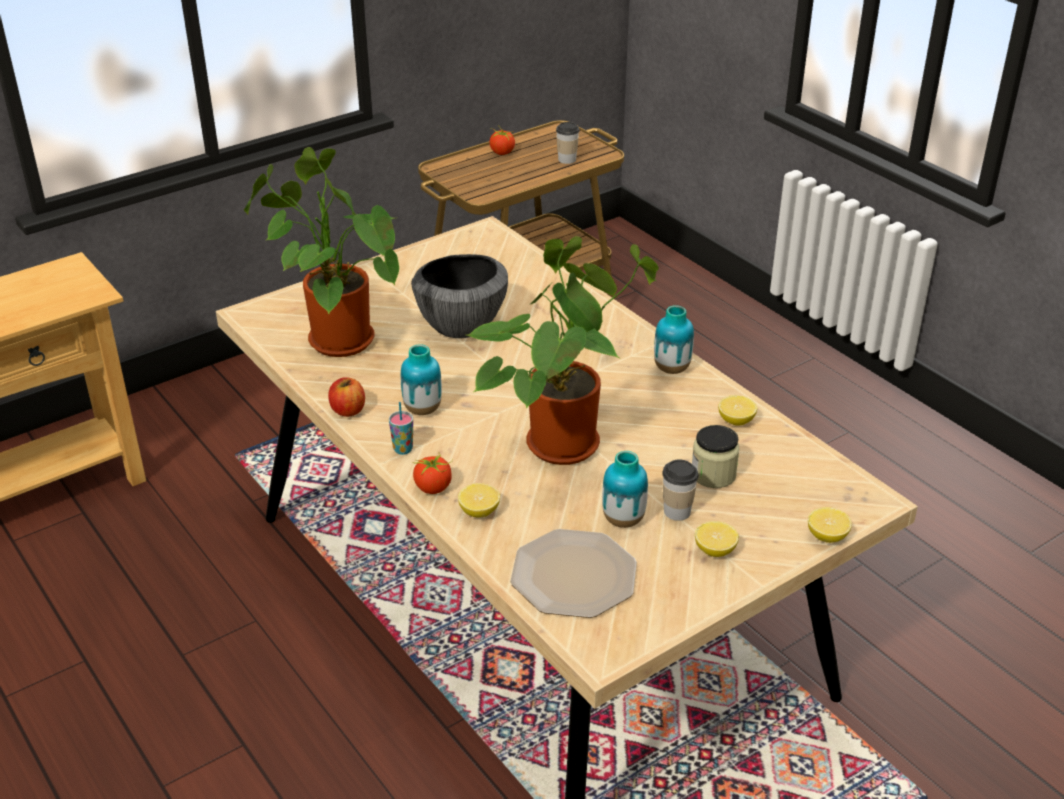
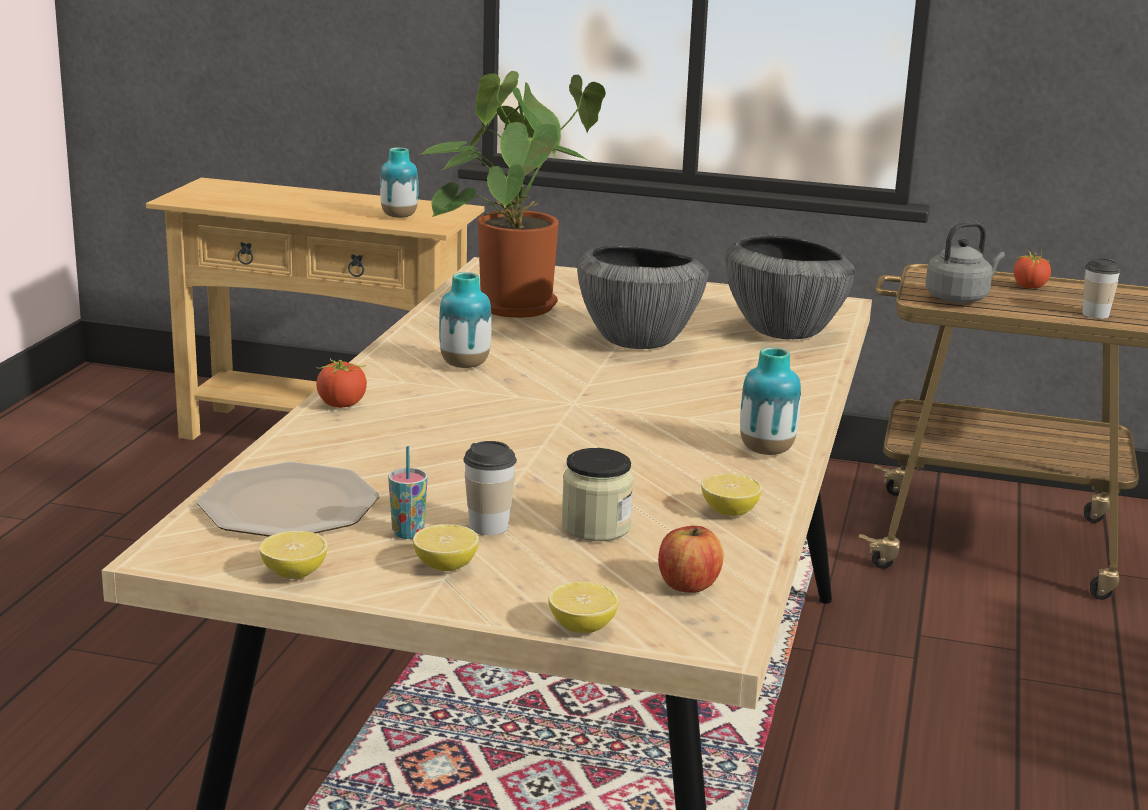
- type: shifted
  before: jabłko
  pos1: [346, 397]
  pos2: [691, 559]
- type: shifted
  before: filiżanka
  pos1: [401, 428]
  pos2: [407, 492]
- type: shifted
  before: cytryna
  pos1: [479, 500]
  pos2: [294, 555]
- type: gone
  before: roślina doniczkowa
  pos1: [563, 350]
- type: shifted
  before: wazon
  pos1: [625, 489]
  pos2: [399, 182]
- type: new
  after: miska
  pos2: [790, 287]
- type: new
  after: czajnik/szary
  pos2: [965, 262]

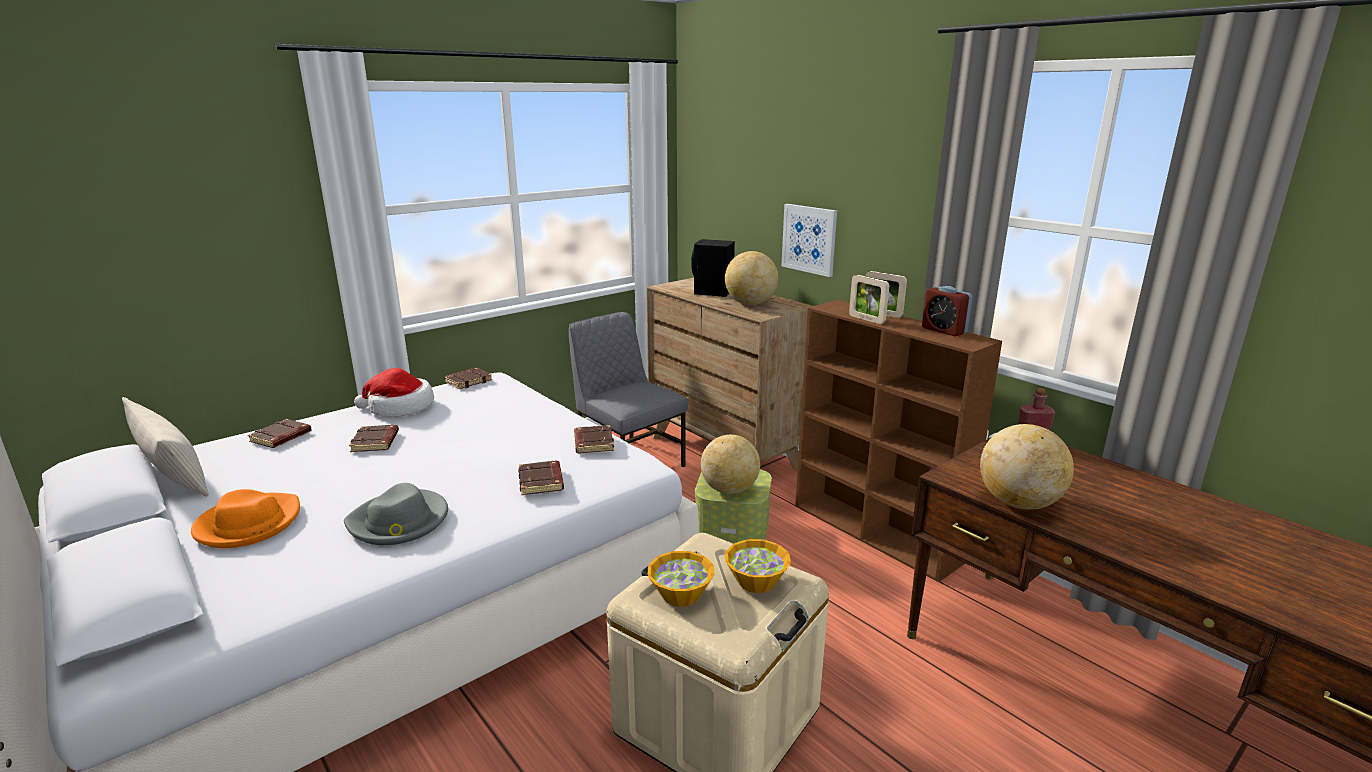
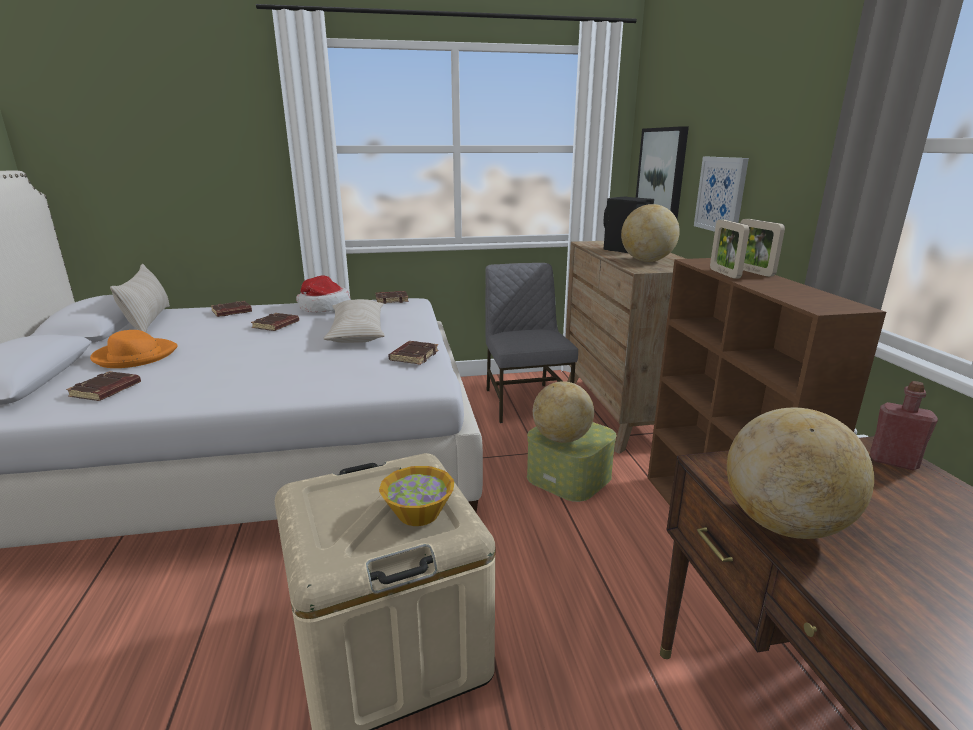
- type: gone
  before: kapelusz/szary
  pos1: [396, 514]
- type: shifted
  before: książka/brązowy
  pos1: [541, 478]
  pos2: [103, 386]
- type: gone
  before: miska
  pos1: [681, 579]
- type: gone
  before: budzik
  pos1: [947, 311]
- type: new
  after: poduszka/beżowy
  pos2: [354, 321]
- type: new
  after: obraz
  pos2: [662, 172]

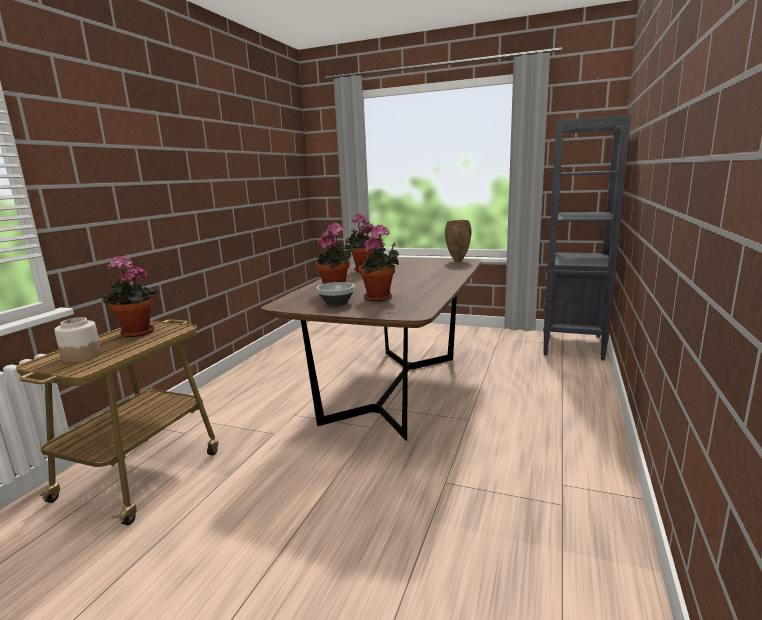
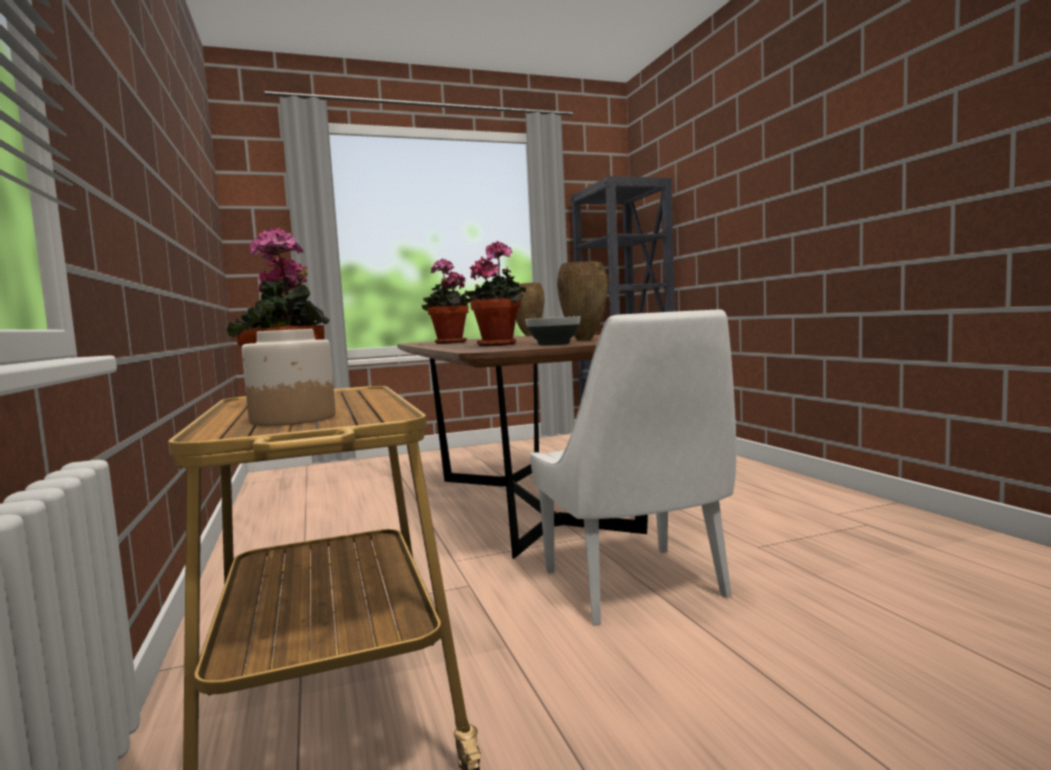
- type: swapped
  before: roślina doniczkowa
  after: wazon/brązowy
  pos1: [379, 263]
  pos2: [582, 301]
- type: new
  after: krzesło/biały
  pos2: [633, 467]

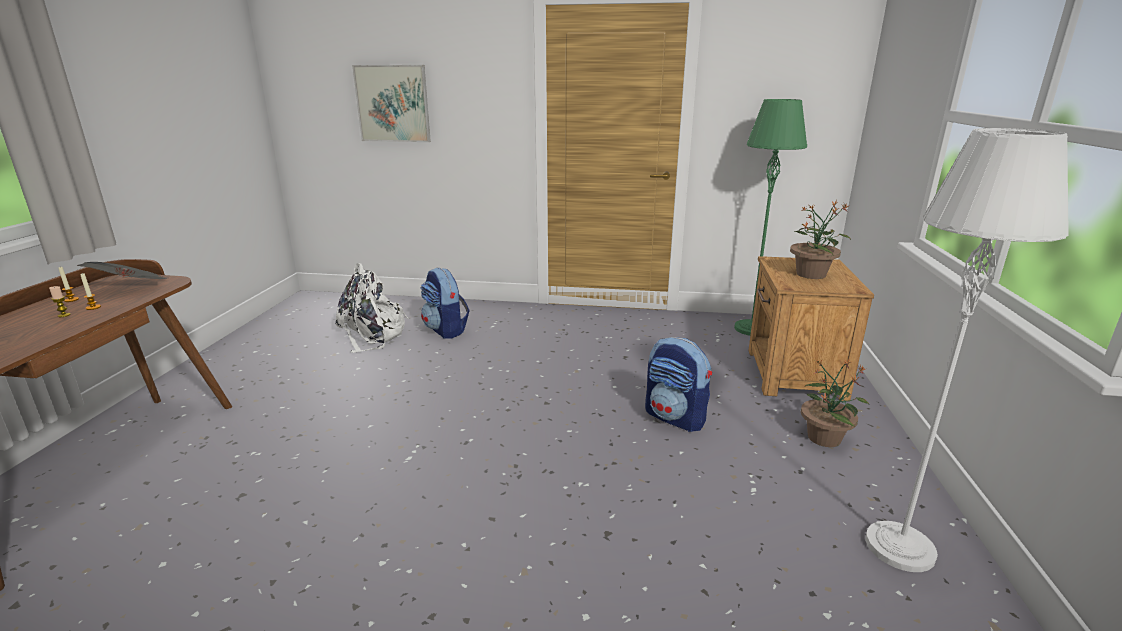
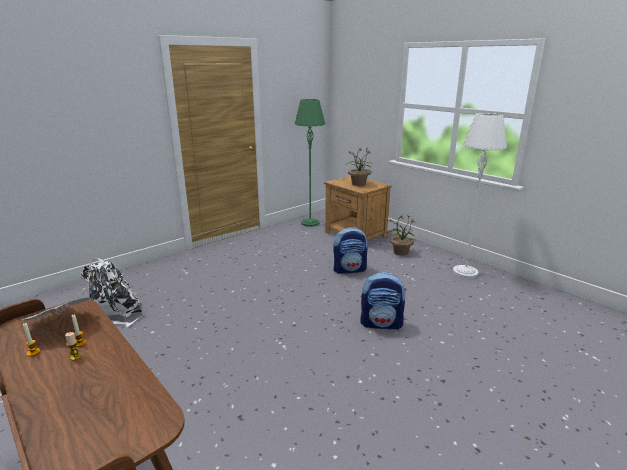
- type: gone
  before: obraz
  pos1: [391, 103]
- type: shifted
  before: plecak
  pos1: [445, 303]
  pos2: [383, 301]

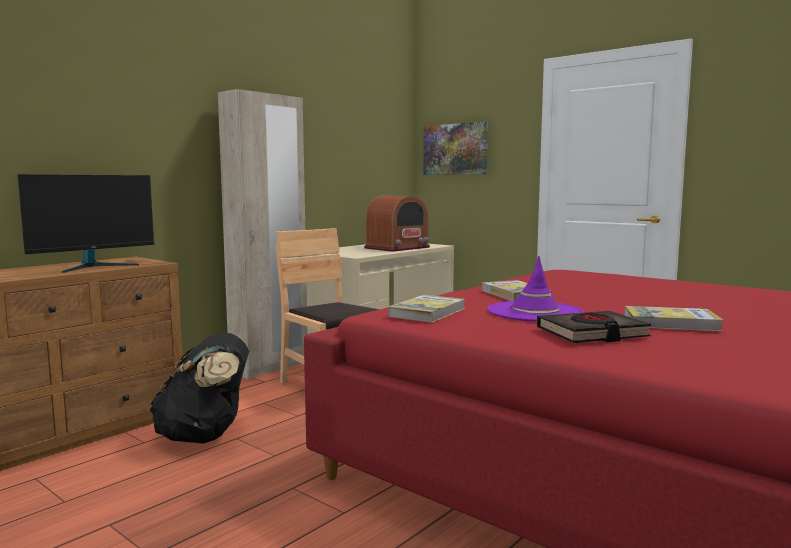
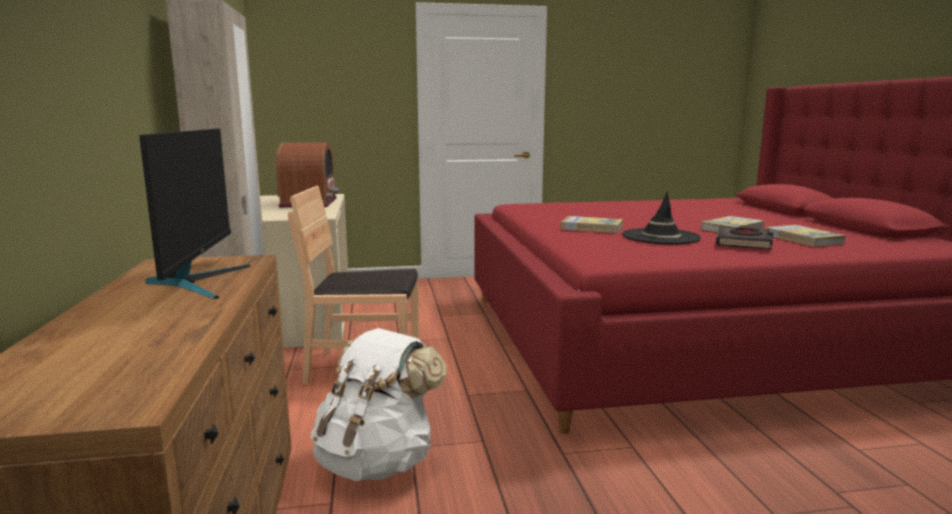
- type: repainted
  before: plecak/czarny
  after: plecak/biały
  pos1: [199, 388]
  pos2: [378, 404]
- type: shifted
  before: książka
  pos1: [426, 309]
  pos2: [805, 236]
- type: gone
  before: obraz
  pos1: [456, 148]
- type: repainted
  before: kapelusz/fioletowy
  after: kapelusz/czarny
  pos1: [535, 289]
  pos2: [661, 218]

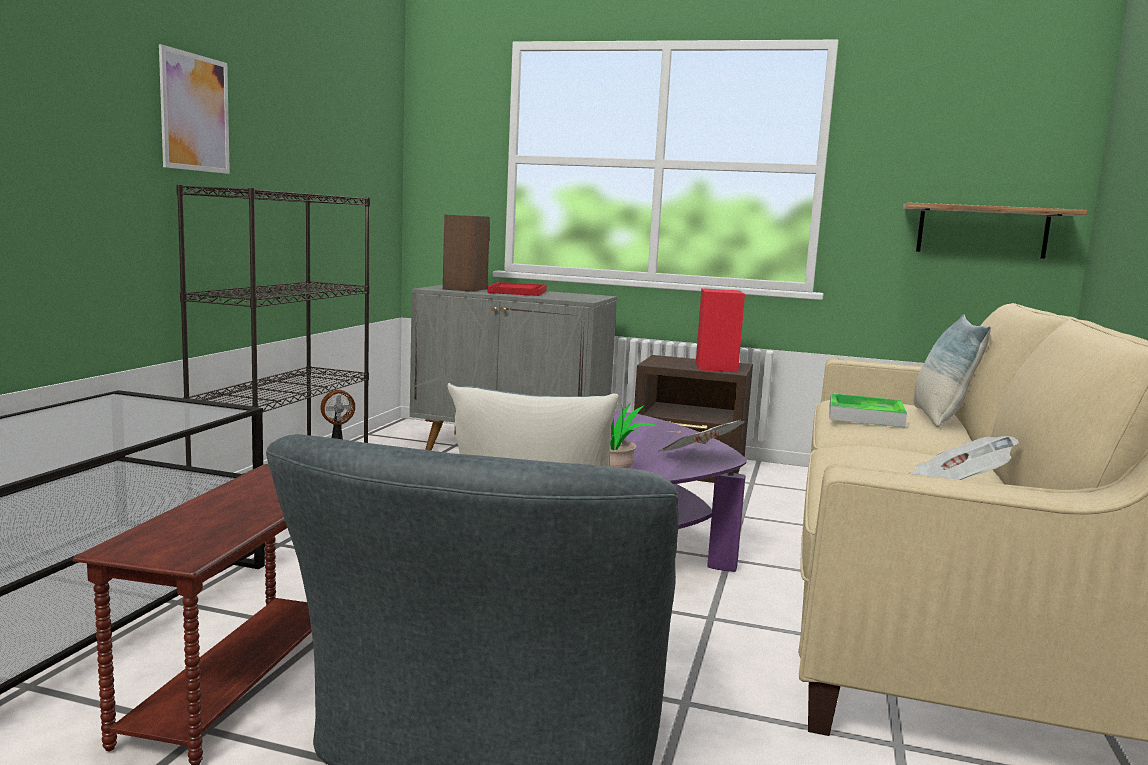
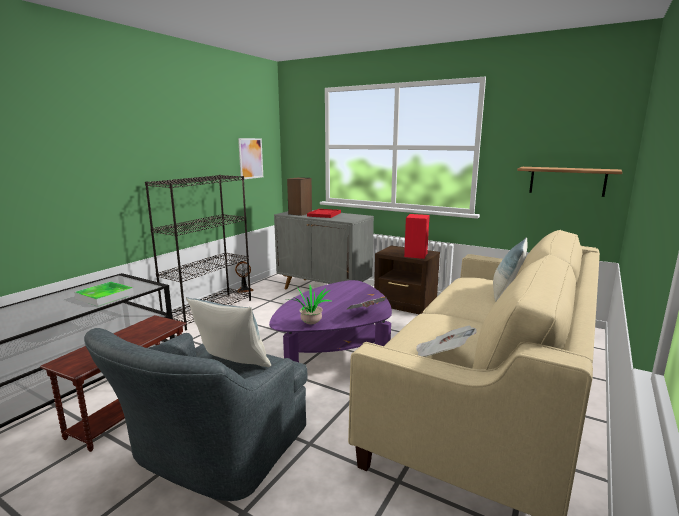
- type: shifted
  before: obraz
  pos1: [194, 109]
  pos2: [250, 158]
- type: shifted
  before: taca
  pos1: [868, 410]
  pos2: [104, 294]

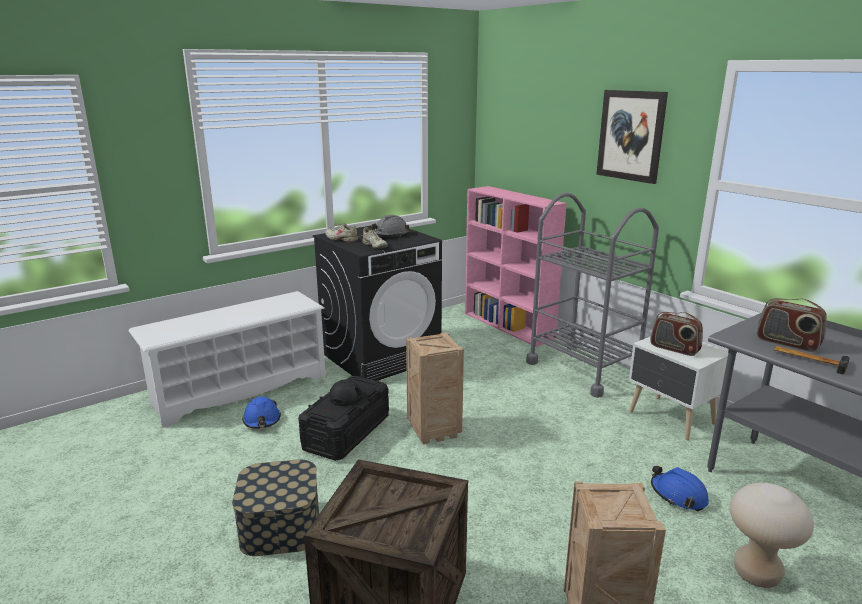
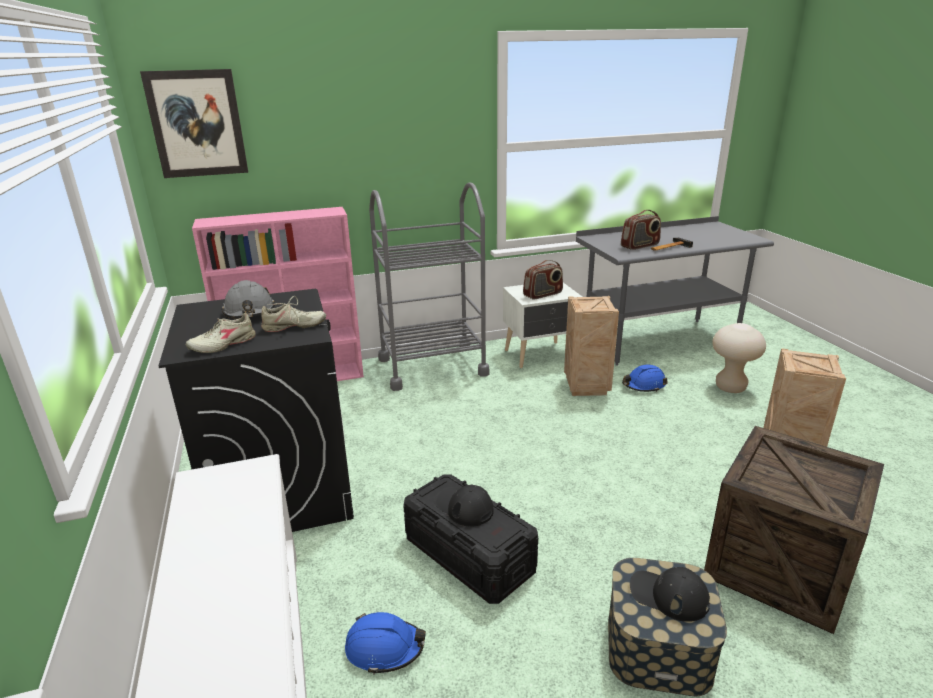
- type: shifted
  before: skrzynka
  pos1: [435, 388]
  pos2: [591, 346]
- type: shifted
  before: obraz
  pos1: [632, 137]
  pos2: [194, 123]
- type: new
  after: czapka z daszkiem/czarny
  pos2: [670, 594]

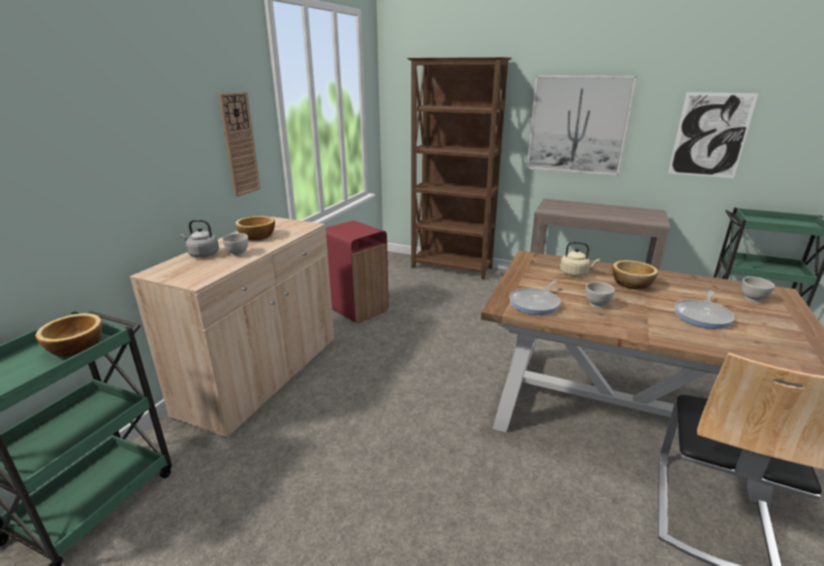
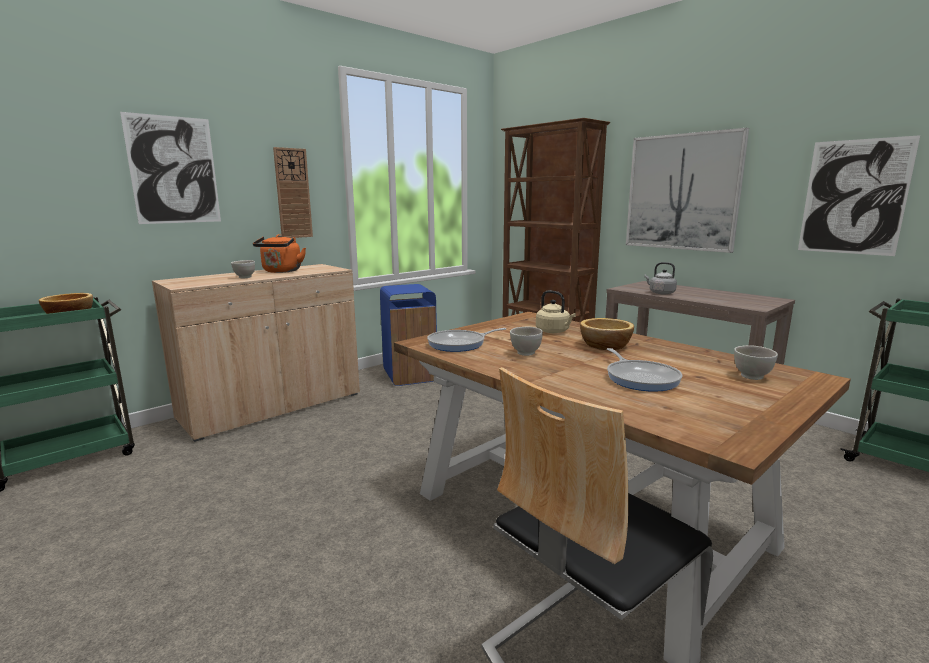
- type: shifted
  before: czajnik/szary
  pos1: [199, 238]
  pos2: [660, 278]
- type: swapped
  before: miska
  after: czajnik/pomarańczowy
  pos1: [255, 228]
  pos2: [279, 253]
- type: repainted
  before: kosz na śmieci/czerwony
  after: kosz na śmieci/niebieski
  pos1: [357, 272]
  pos2: [408, 335]
- type: rotated
  before: patelnia
  pos1: [704, 310]
  pos2: [645, 370]
  turn: -75
- type: new
  after: obraz
  pos2: [170, 168]

